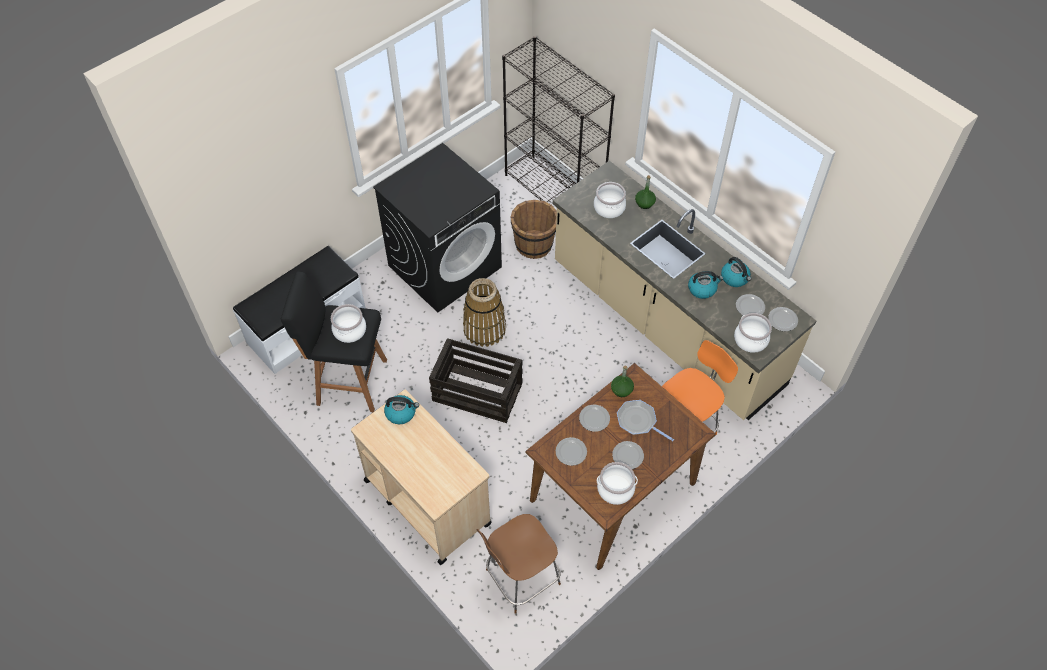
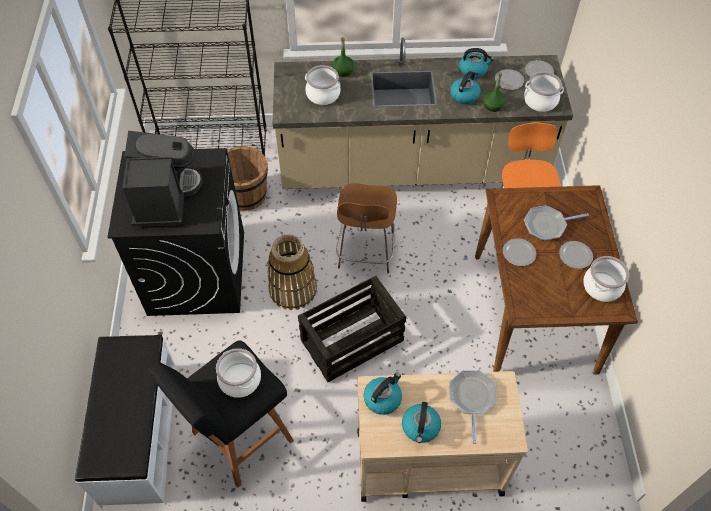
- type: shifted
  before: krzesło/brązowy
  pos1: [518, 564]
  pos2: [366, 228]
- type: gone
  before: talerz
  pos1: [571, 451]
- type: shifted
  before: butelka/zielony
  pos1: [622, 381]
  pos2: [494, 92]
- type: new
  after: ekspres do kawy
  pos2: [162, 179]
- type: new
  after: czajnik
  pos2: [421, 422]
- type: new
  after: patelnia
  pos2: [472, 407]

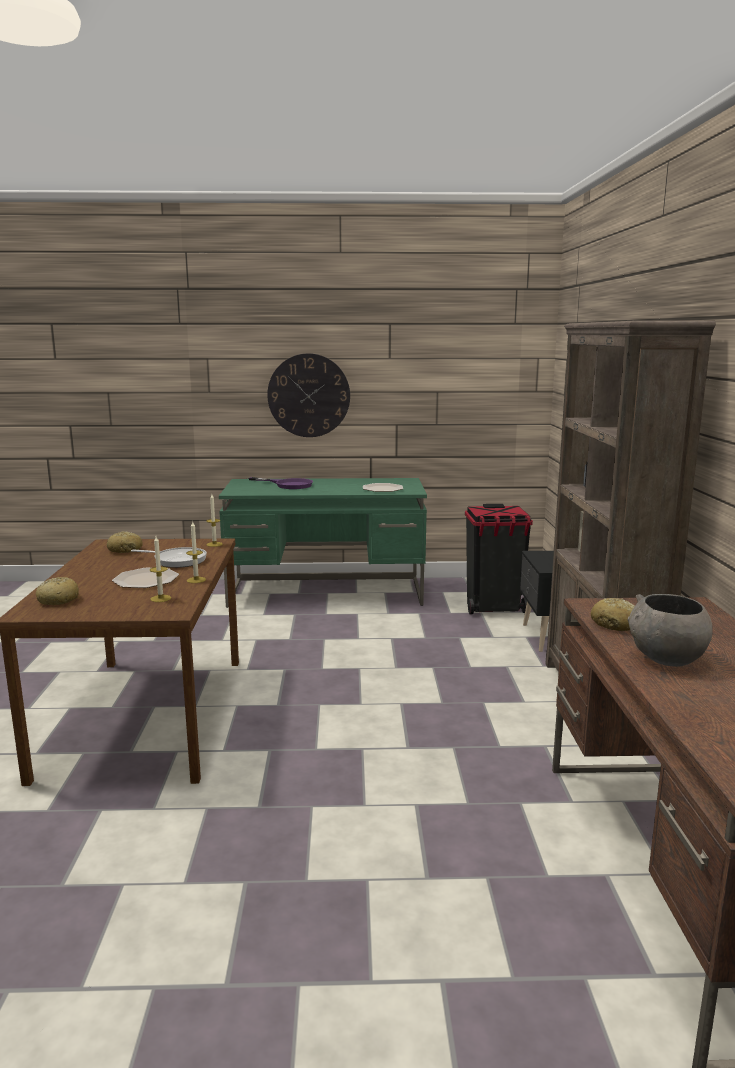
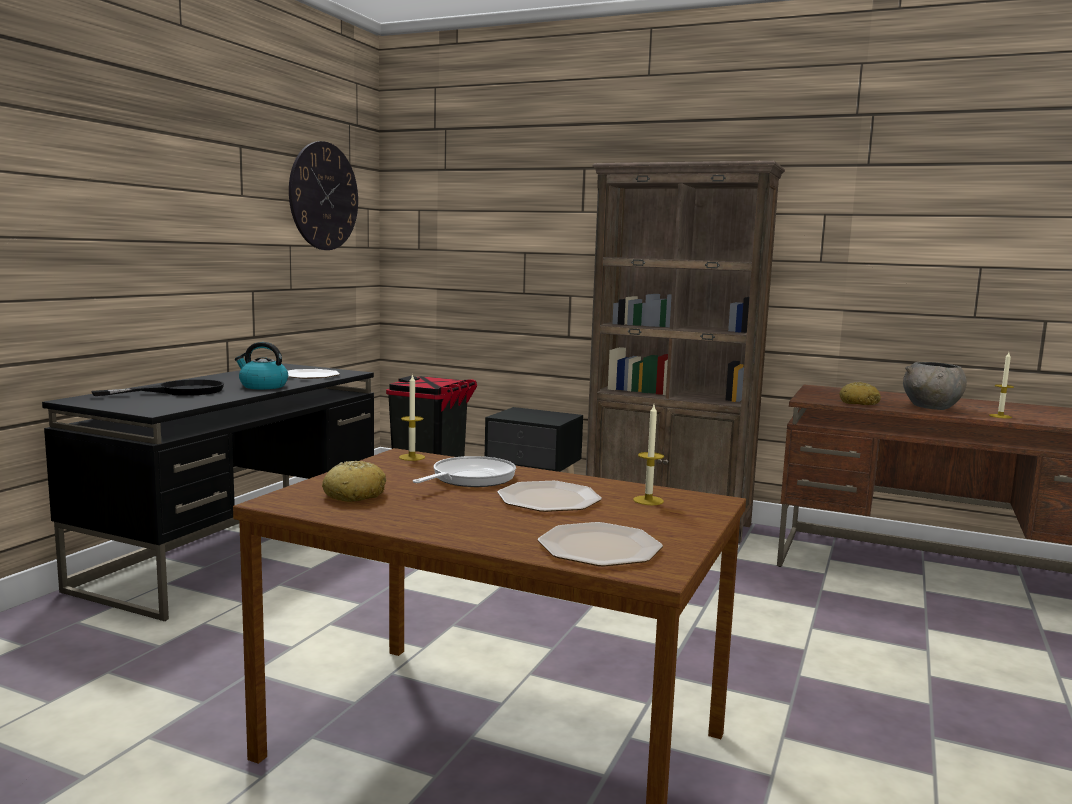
- type: swapped
  before: chleb
  after: talerz
  pos1: [57, 591]
  pos2: [600, 544]
- type: shifted
  before: świeca
  pos1: [196, 552]
  pos2: [1001, 385]
- type: repainted
  before: biurko/zielony
  after: biurko/czarny
  pos1: [323, 543]
  pos2: [208, 492]
- type: repainted
  before: patelnia/fioletowy
  after: patelnia/czarny
  pos1: [281, 483]
  pos2: [158, 387]
- type: shifted
  before: zegar ścienny
  pos1: [308, 395]
  pos2: [323, 195]
- type: new
  after: czajnik
  pos2: [261, 365]

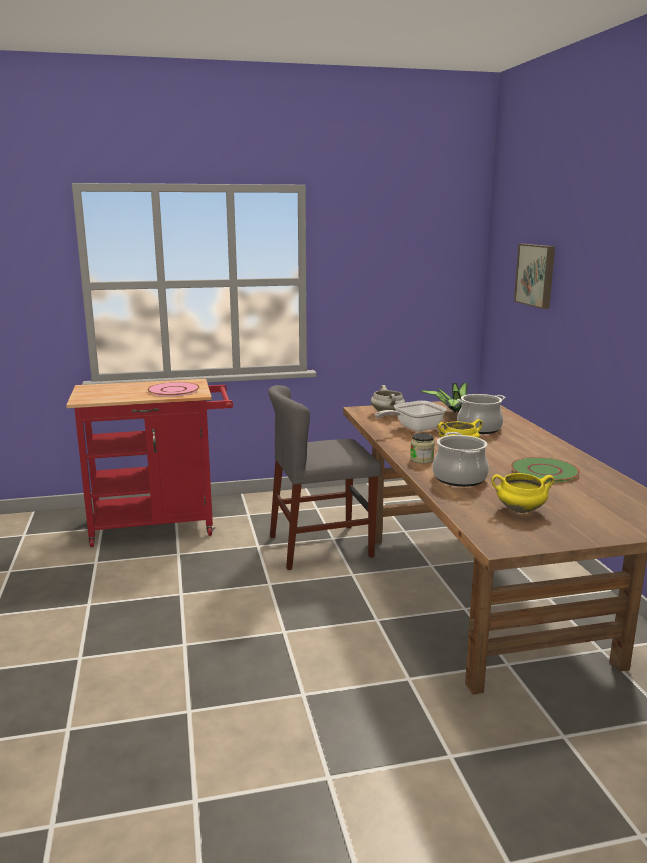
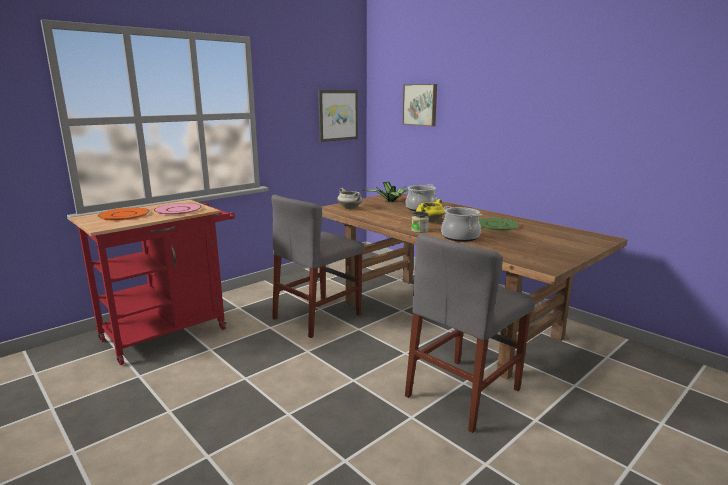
- type: gone
  before: patelnia
  pos1: [411, 416]
- type: gone
  before: garnek/żółty
  pos1: [523, 493]
- type: new
  after: talerz/pomarańczowy
  pos2: [124, 214]
- type: new
  after: obraz
  pos2: [338, 116]
- type: new
  after: krzesło/szary
  pos2: [470, 333]

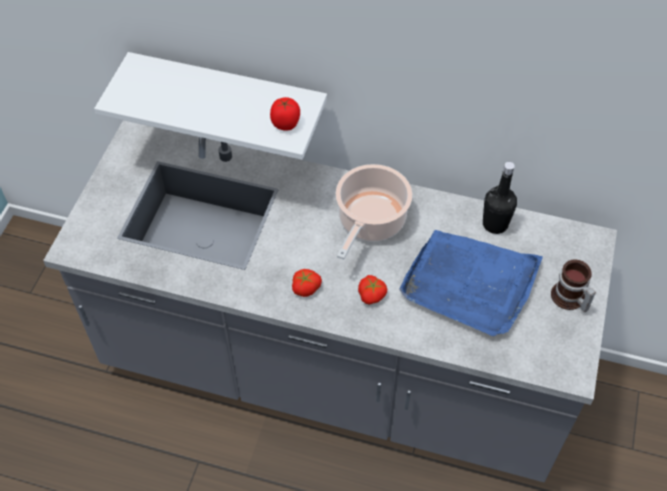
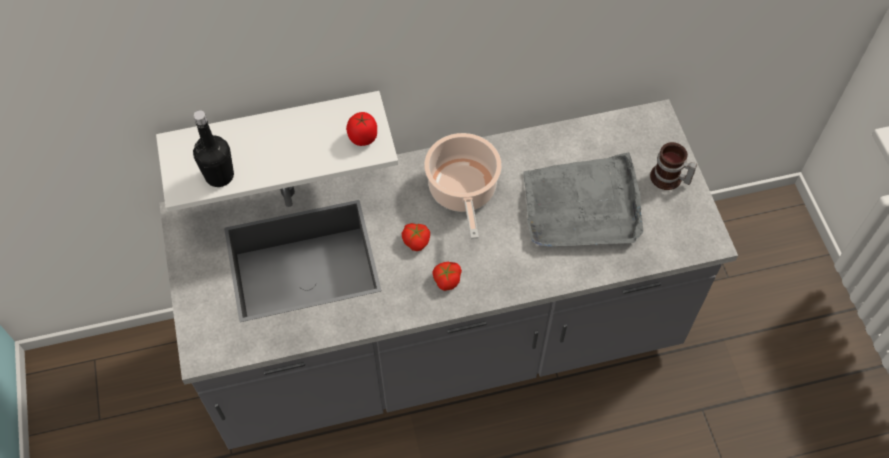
- type: shifted
  before: pomidor
  pos1: [372, 290]
  pos2: [415, 237]
- type: repainted
  before: taca/niebieski
  after: taca/szary
  pos1: [471, 283]
  pos2: [583, 199]
- type: shifted
  before: butelka/czarny
  pos1: [500, 198]
  pos2: [213, 148]

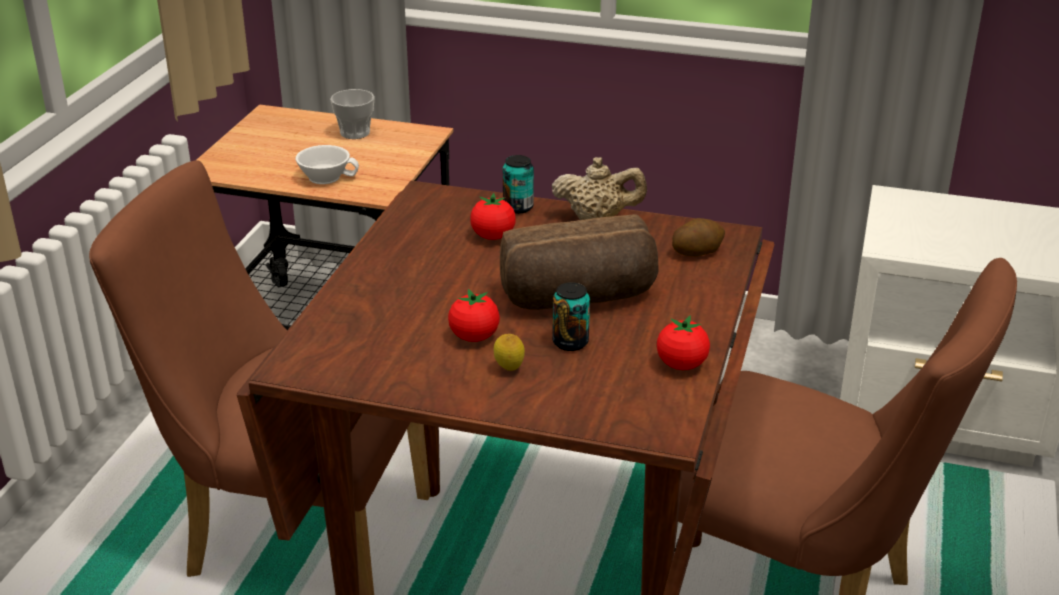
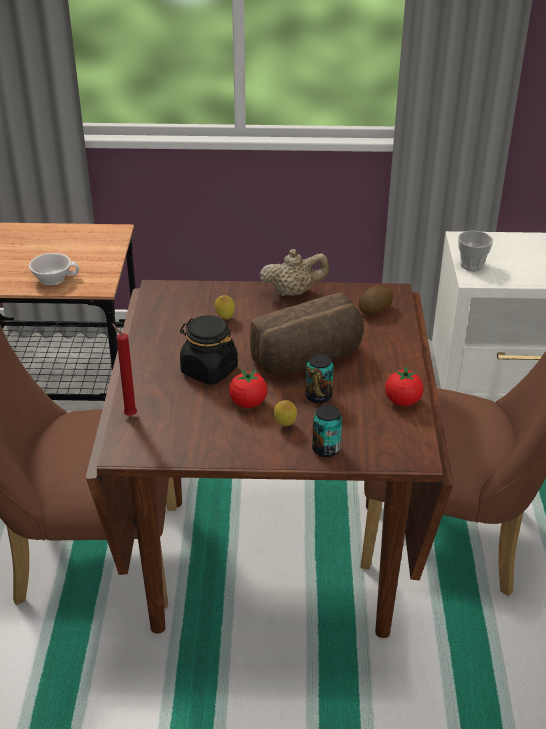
- type: shifted
  before: filiżanka
  pos1: [352, 114]
  pos2: [475, 250]
- type: swapped
  before: pomidor
  after: cytryna
  pos1: [493, 216]
  pos2: [225, 307]
- type: shifted
  before: puszka
  pos1: [518, 184]
  pos2: [327, 431]
- type: new
  after: świeca/czerwony
  pos2: [124, 369]
- type: new
  after: słoik/czarny
  pos2: [209, 350]

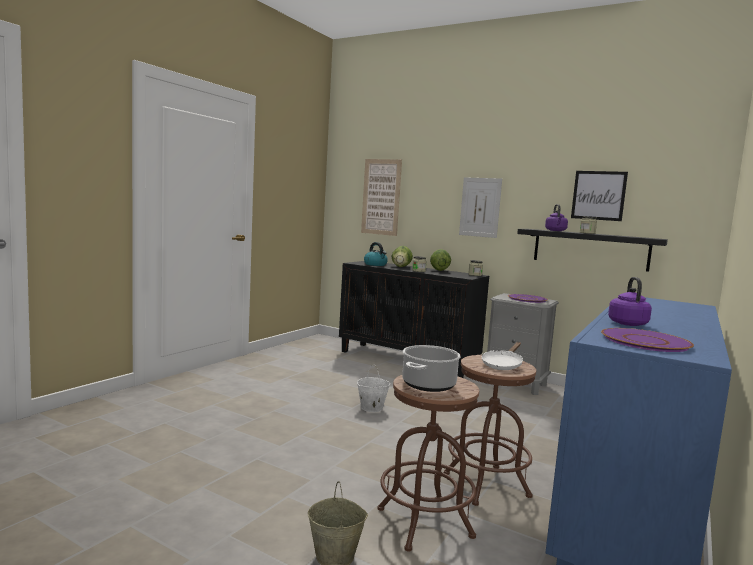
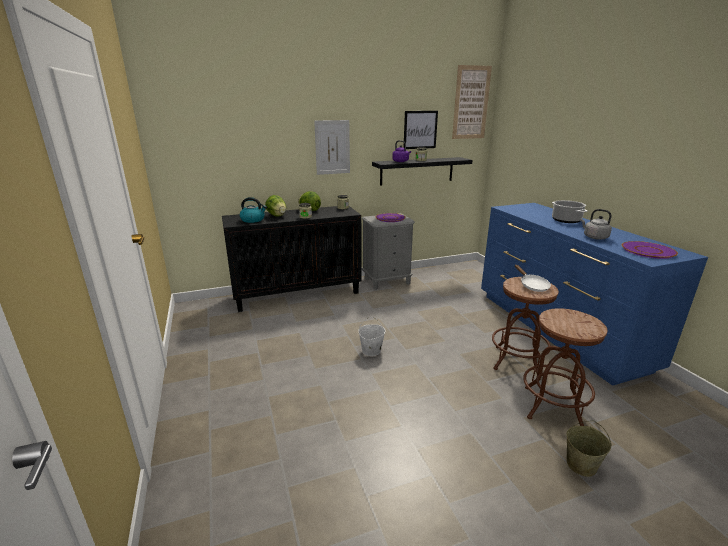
- type: shifted
  before: obraz
  pos1: [381, 197]
  pos2: [472, 102]
- type: shifted
  before: garnek
  pos1: [431, 368]
  pos2: [569, 211]
- type: repainted
  before: czajnik/fioletowy
  after: czajnik/szary
  pos1: [630, 301]
  pos2: [596, 224]

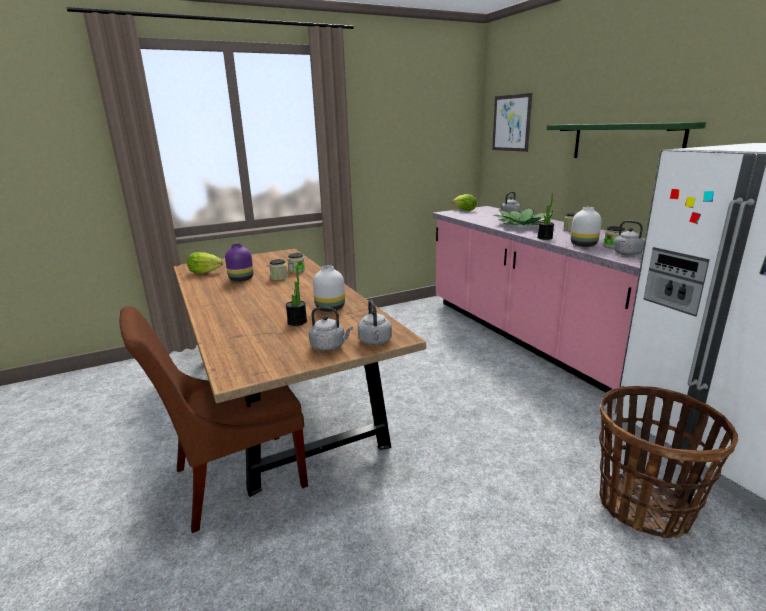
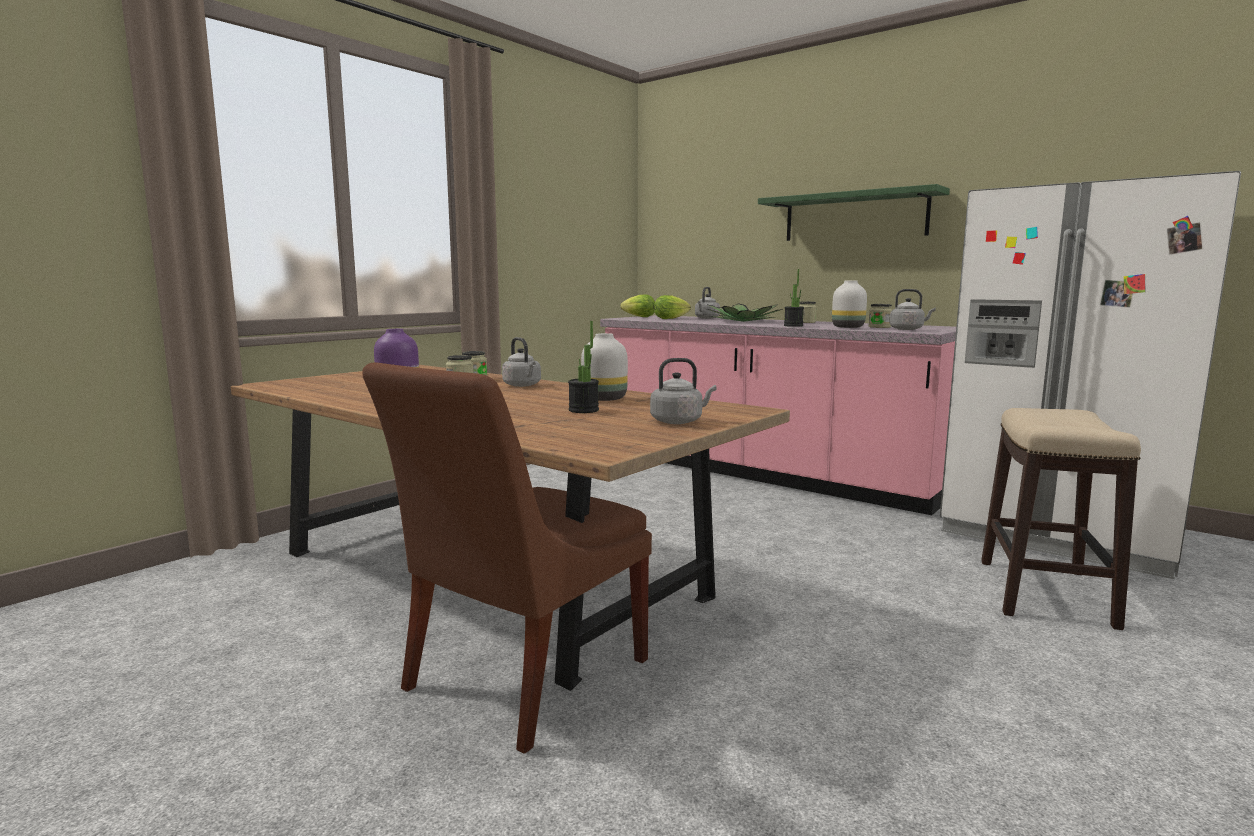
- type: shifted
  before: sałata
  pos1: [205, 262]
  pos2: [672, 307]
- type: shifted
  before: czajnik/szary
  pos1: [375, 322]
  pos2: [521, 362]
- type: gone
  before: obraz
  pos1: [512, 122]
- type: swapped
  before: koszyk
  after: stołek
  pos1: [668, 462]
  pos2: [1061, 519]

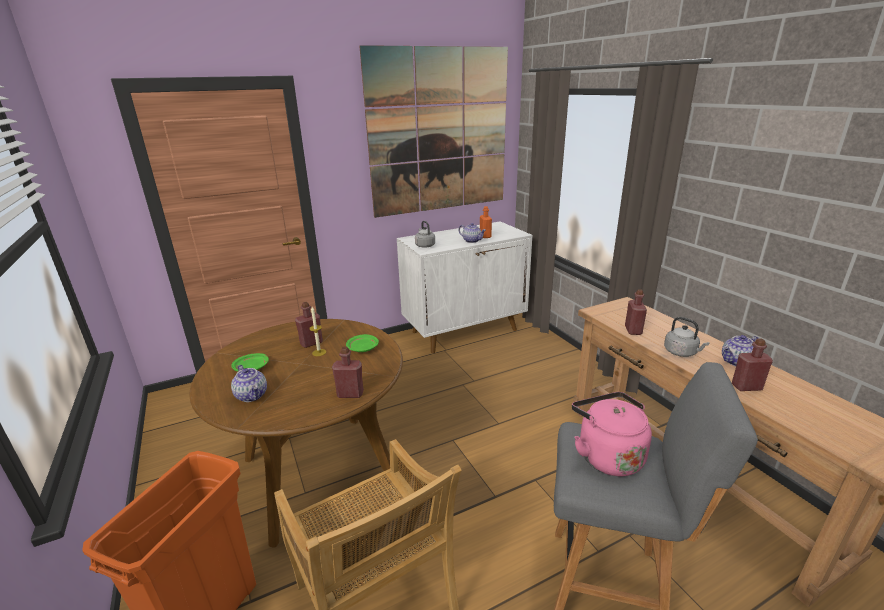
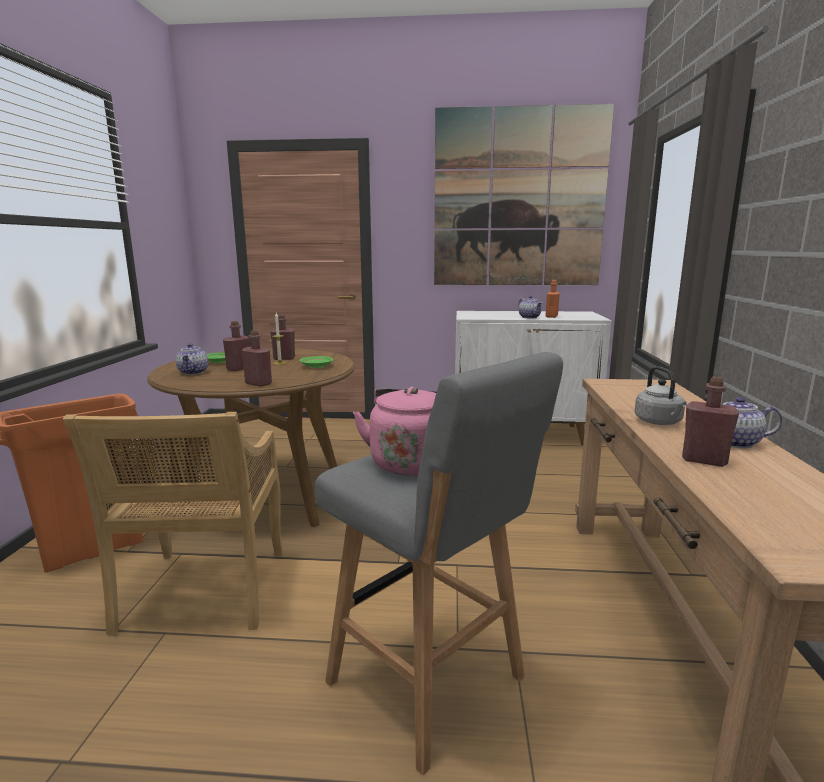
- type: gone
  before: czajnik/szary
  pos1: [425, 234]
- type: shifted
  before: butelka/czerwony
  pos1: [636, 312]
  pos2: [236, 346]

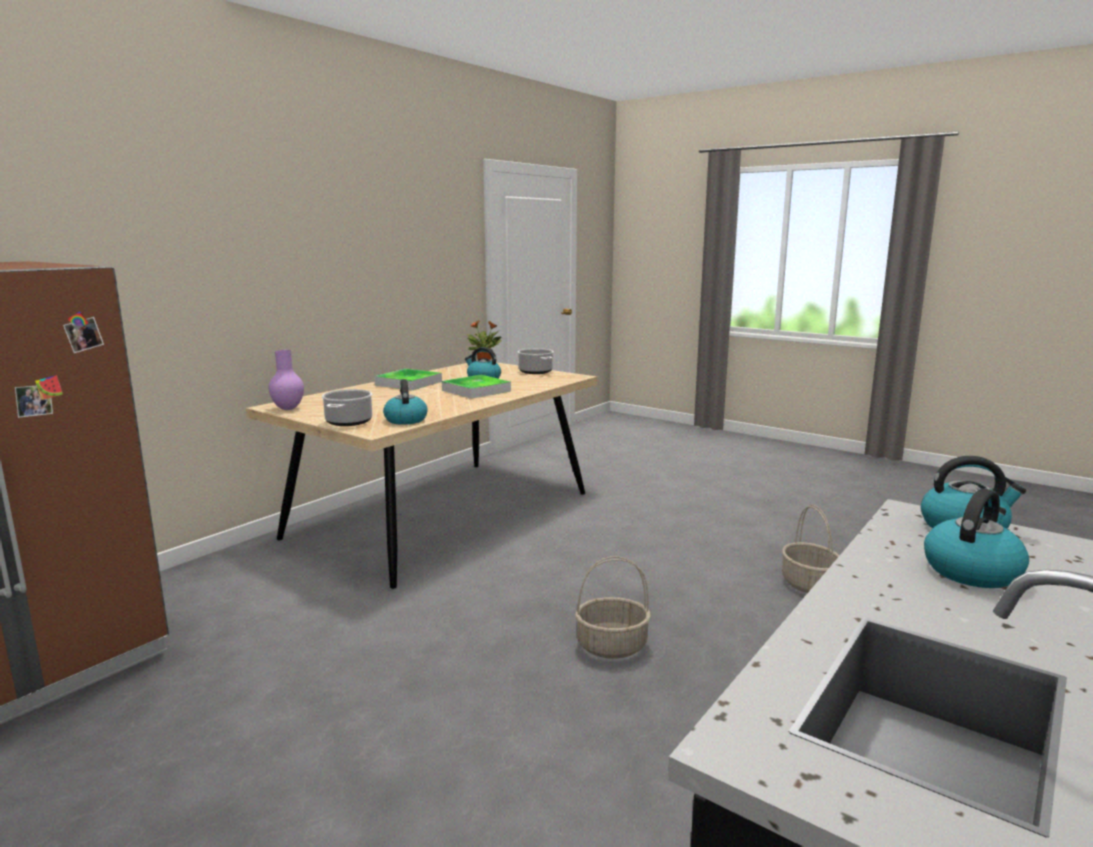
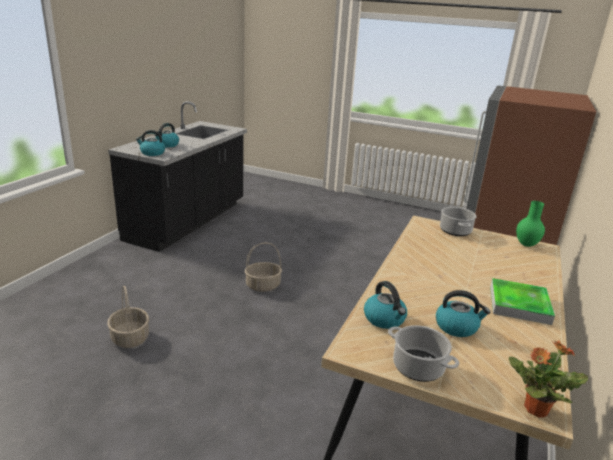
- type: repainted
  before: wazon/fioletowy
  after: wazon/zielony
  pos1: [286, 380]
  pos2: [530, 224]
- type: shifted
  before: czajnik
  pos1: [405, 402]
  pos2: [385, 305]
- type: gone
  before: taca
  pos1: [476, 387]

